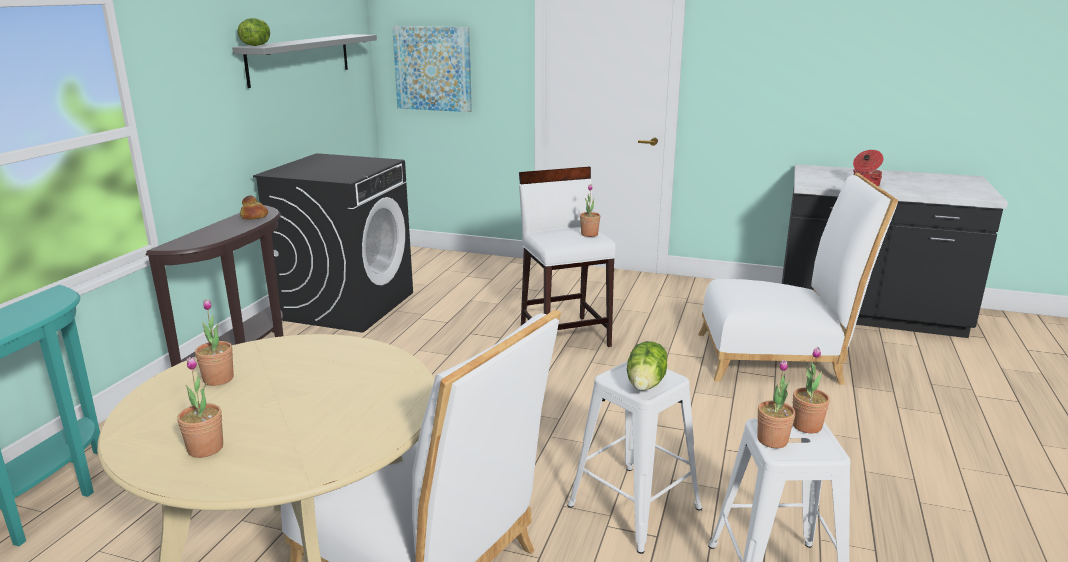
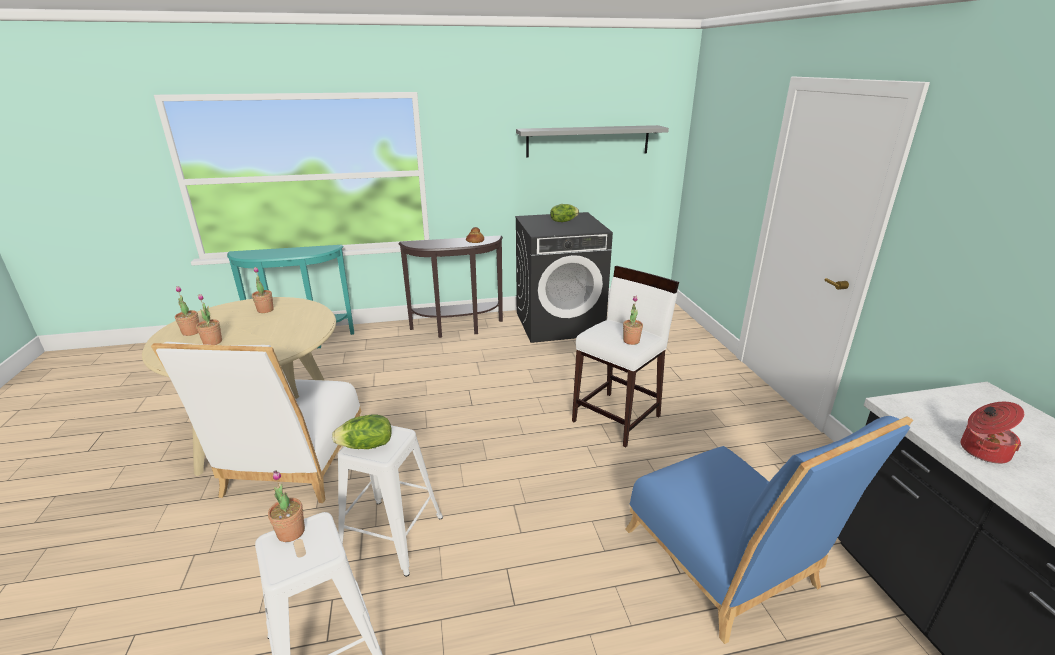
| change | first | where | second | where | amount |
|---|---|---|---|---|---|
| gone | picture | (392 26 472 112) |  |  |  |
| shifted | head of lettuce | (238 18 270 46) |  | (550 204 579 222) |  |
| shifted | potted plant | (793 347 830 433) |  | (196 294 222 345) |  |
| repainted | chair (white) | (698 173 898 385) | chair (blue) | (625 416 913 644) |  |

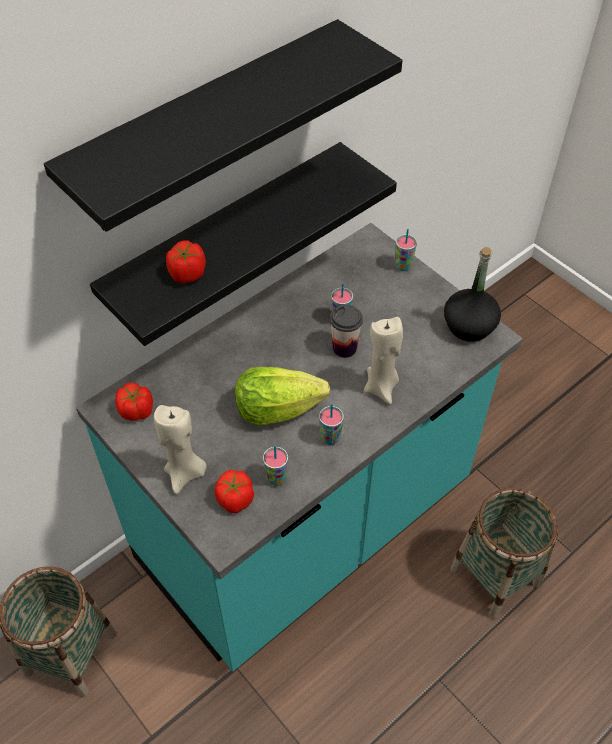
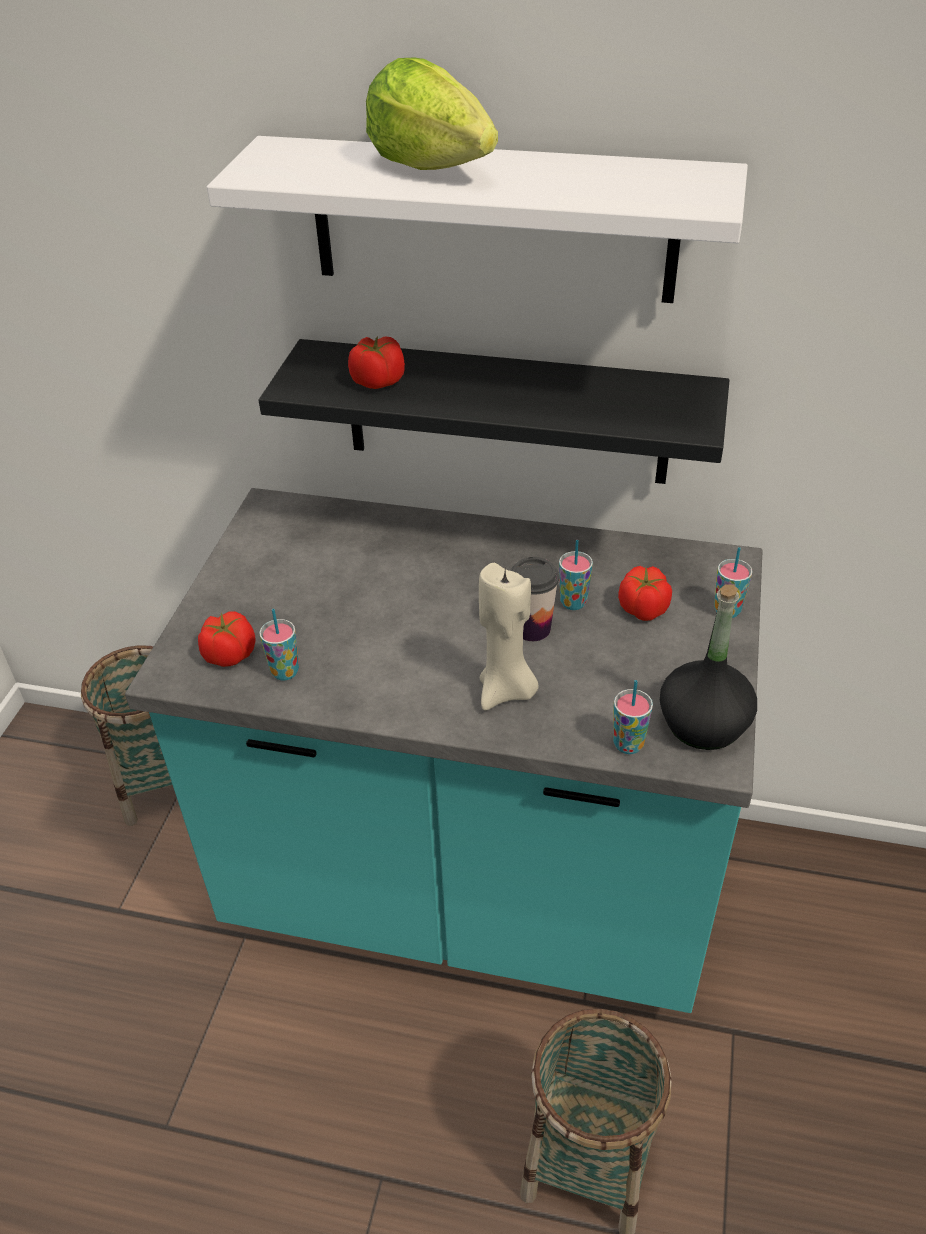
| change | first | where | second | where | amount |
|---|---|---|---|---|---|
| gone | wax candle (beige) | (154 405 207 494) |  |  |  |
| shifted | tomato | (115 383 153 421) |  | (618 566 672 621) |  |
| shifted | head of lettuce | (235 367 330 425) |  | (366 58 498 170) |  |
| shifted | cup | (319 404 344 445) |  | (613 680 653 754) |  |
| repainted | shelf (blackish) | (44 19 403 232) | shelf (white) | (207 136 748 303) |  |

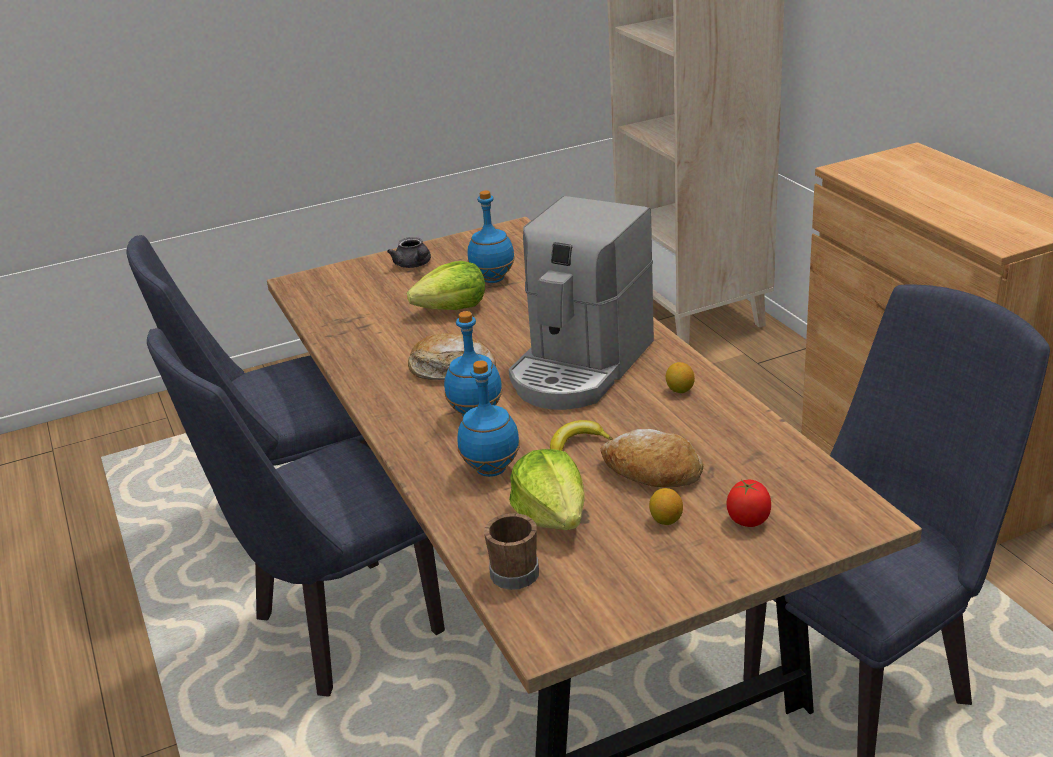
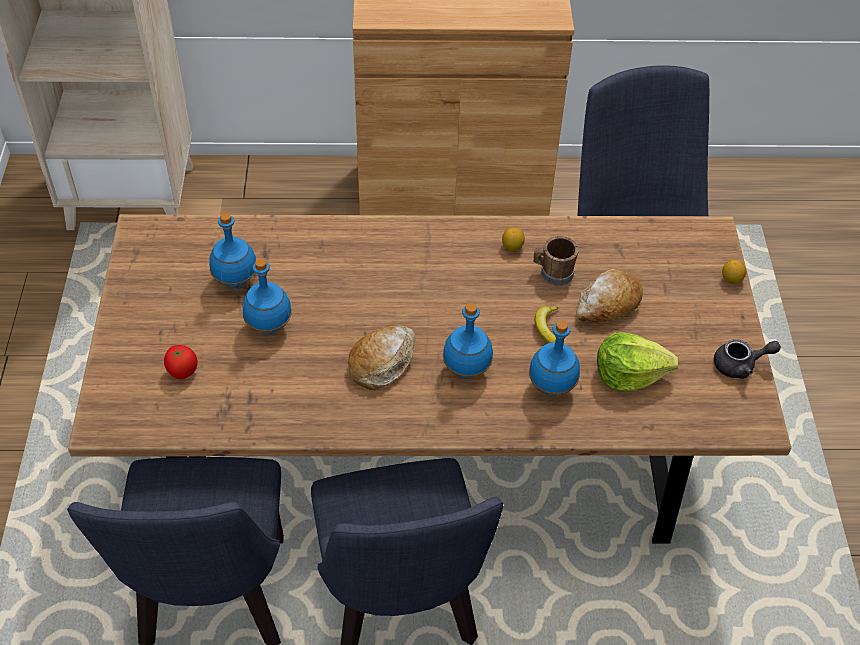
| change | first | where | second | where | amount |
|---|---|---|---|---|---|
| gone | coffee machine | (509 196 654 410) |  |  |  |
| shifted | teapot (greyish) | (387 237 431 268) |  | (714 339 781 379) |  |
| shifted | tea mug (brown) | (484 513 539 590) |  | (534 236 579 286) |  |
| shifted | citrus fruit | (649 488 683 525) |  | (722 260 747 284) |  |
| shifted | tomato | (726 480 771 527) |  | (164 345 198 379) |  |
| swapped | head of lettuce | (407 261 485 310) | drink bottle (blue) | (243 259 292 335) |  |

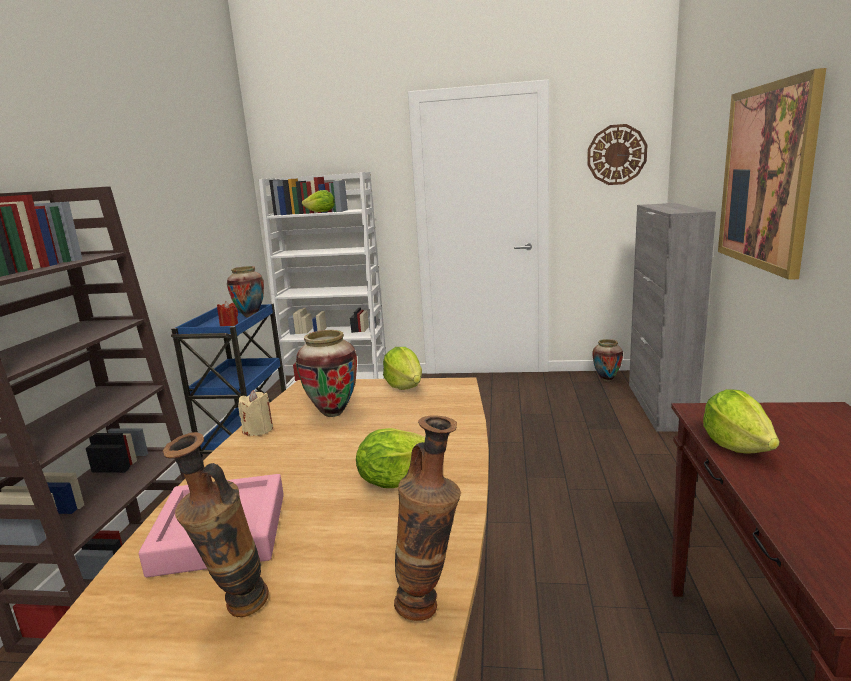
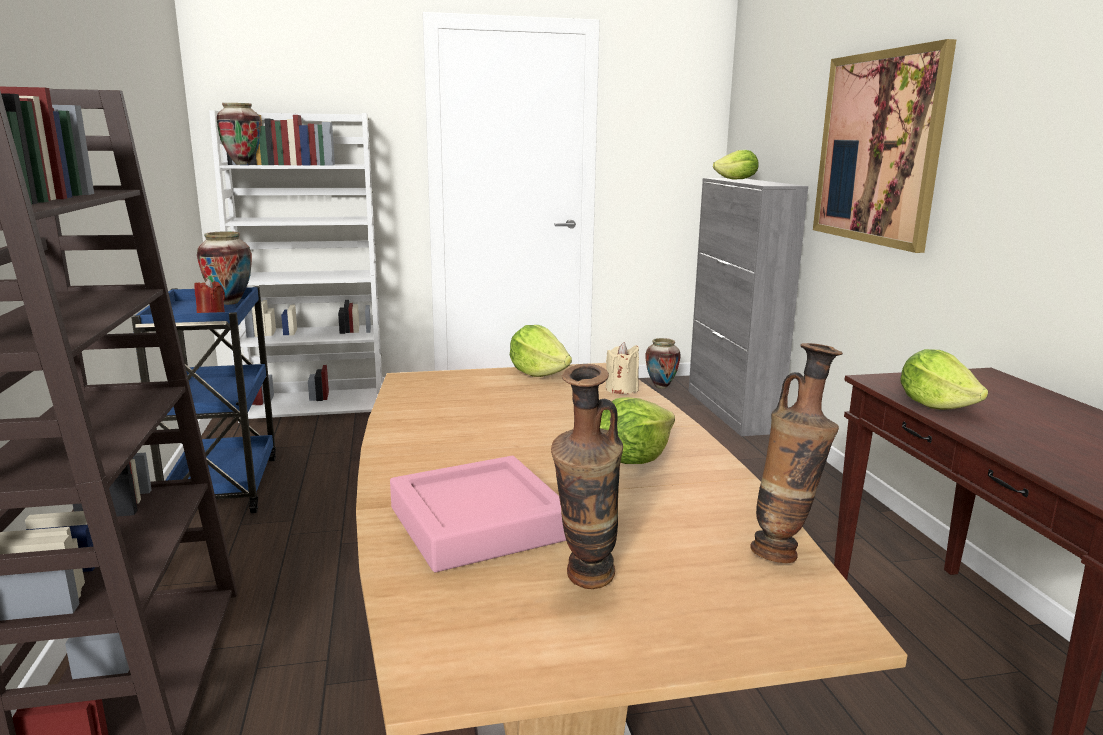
| change | first | where | second | where | amount |
|---|---|---|---|---|---|
| gone | clock on the wall | (587 124 647 185) |  |  |  |
| shifted | wax candle (beige) | (238 390 273 436) |  | (606 342 639 394) |  |
| shifted | flower vase | (296 330 357 417) |  | (217 103 261 165) |  |
| shifted | head of lettuce | (302 190 335 212) |  | (713 150 759 180) |  |

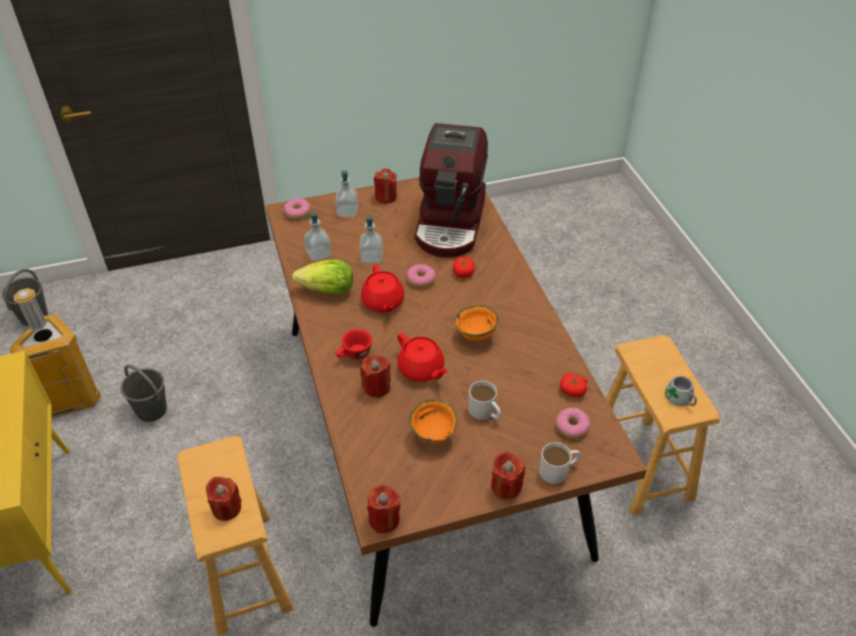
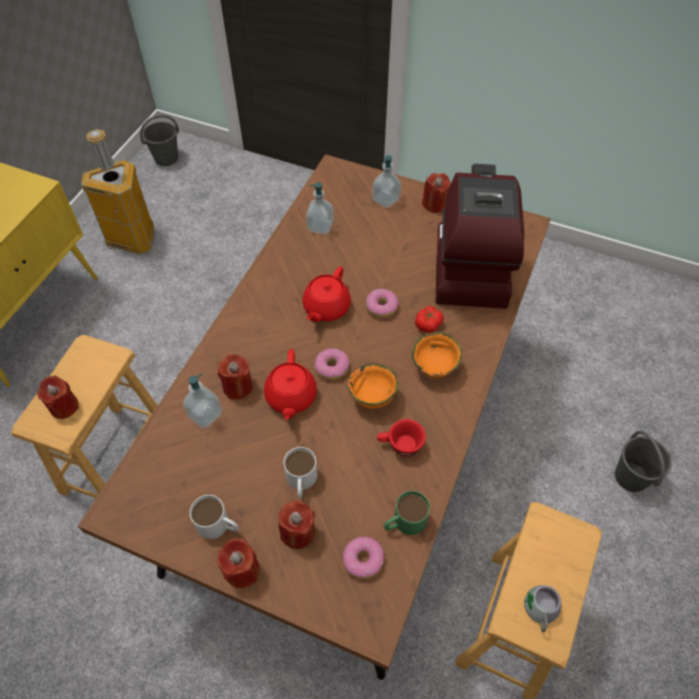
| change | first | where | second | where | amount |
|---|---|---|---|---|---|
| gone | head of lettuce | (292 259 353 295) |  |  |  |
| shifted | water bucket (greyish) | (120 365 167 422) |  | (615 430 671 492) |  |
| shifted | donut | (284 198 310 219) |  | (314 348 350 380) |  |
| shifted | cup (red) | (336 329 372 360) |  | (377 419 426 457) |  |
| shifted | soap dispenser | (360 214 383 263) |  | (183 373 222 428) |  |
| shifted | wax candle (red) | (367 485 400 533) |  | (279 501 315 549) |  |
| shifted | bowl (orangey) | (409 399 458 444) |  | (412 332 462 378) |  |
| shifted | tea mug (white) | (539 442 581 484) |  | (190 495 239 539) |  |
| swapped | tomato | (560 373 587 397) | tea mug (green-coloured) | (384 491 430 535) |  |
| rotated | coffee machine | (414 123 488 257) |  | (436 164 524 309) | 135 degrees clockwise |

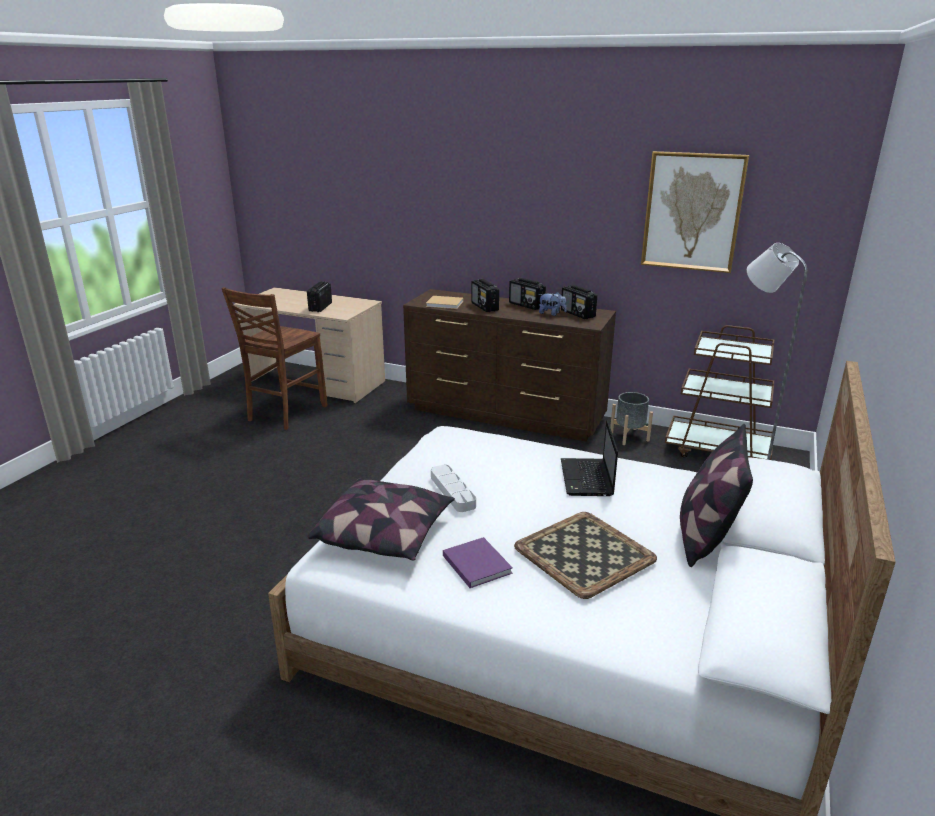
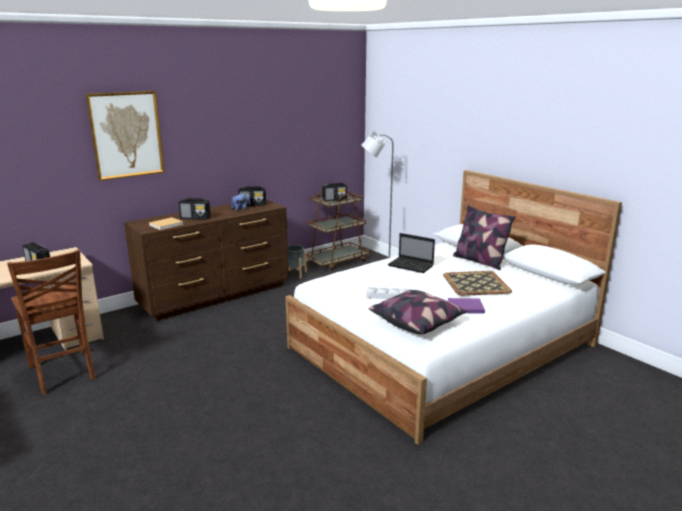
| change | first | where | second | where | amount |
|---|---|---|---|---|---|
| shifted | radio set | (509 278 546 310) |  | (322 183 347 201) |  |
| shifted | picture | (641 151 749 273) |  | (86 91 165 181) |  |

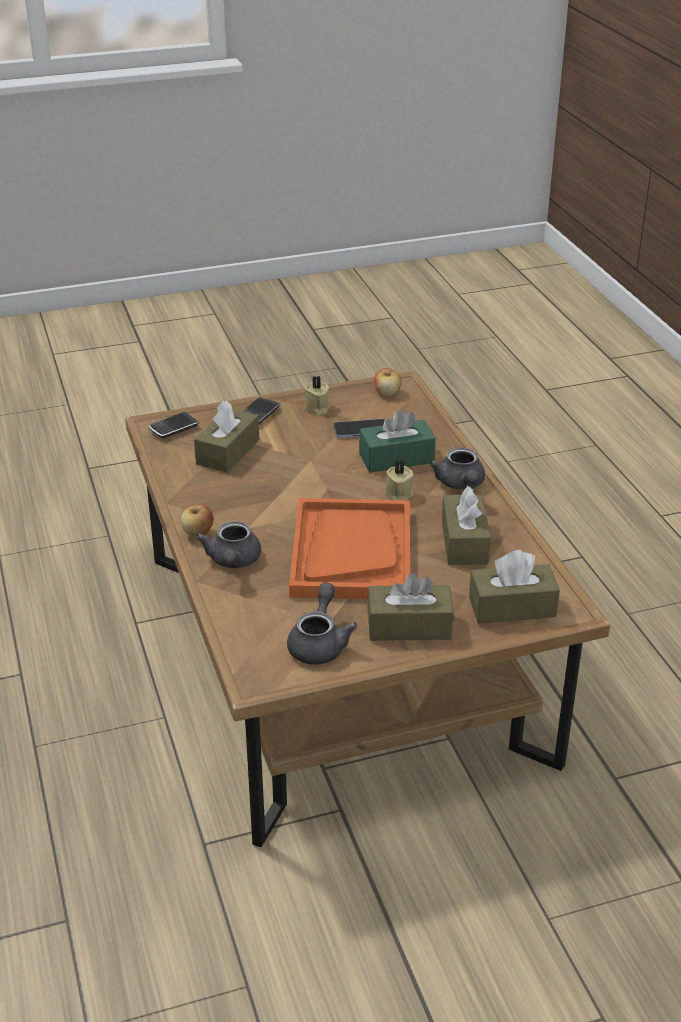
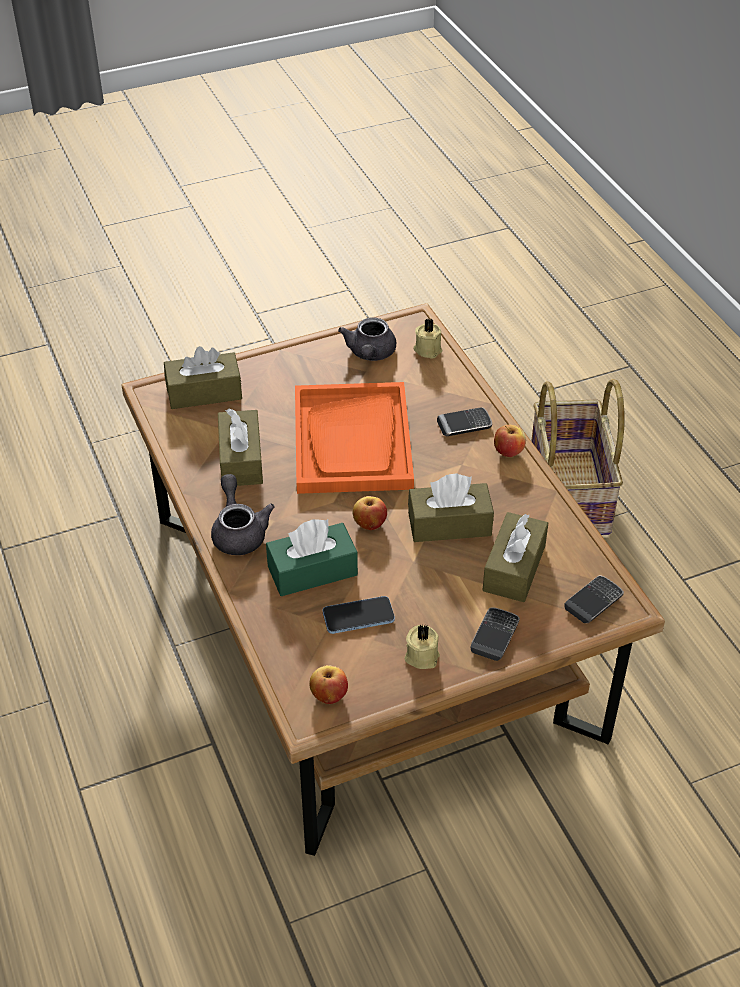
| change | first | where | second | where | amount |
|---|---|---|---|---|---|
| new |  |  | whole apple | (353 496 387 530) |  |
| new |  |  | basket | (531 379 625 535) |  |
| shifted | box of tissues (brown) | (367 573 454 641) |  | (408 473 494 542) |  |
| shifted | wax candle (beige) | (384 461 414 500) |  | (413 319 442 359) |  |
| swapped | teapot (greyish) | (196 521 261 568) | telephone | (437 407 492 436) |  |

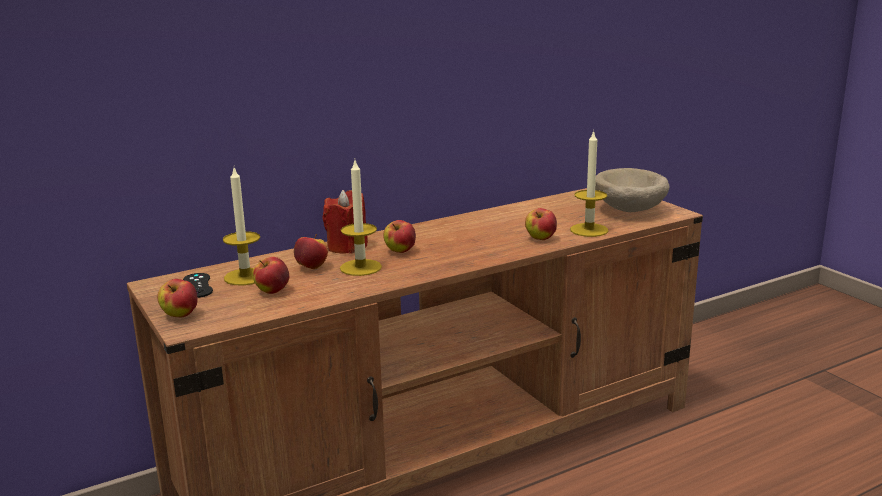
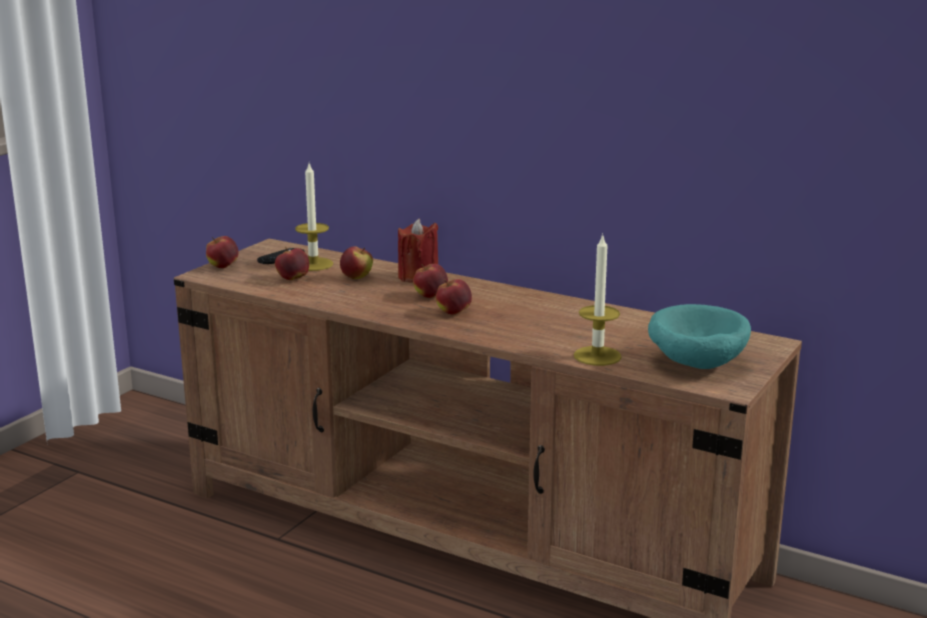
| change | first | where | second | where | amount |
|---|---|---|---|---|---|
| gone | wax candle | (340 161 382 276) |  |  |  |
| shifted | whole apple | (525 208 557 240) |  | (436 279 472 315) |  |
| repainted | bowl (beige) | (595 168 669 212) | bowl (turquoise-coloured) | (648 304 751 369) |  |

